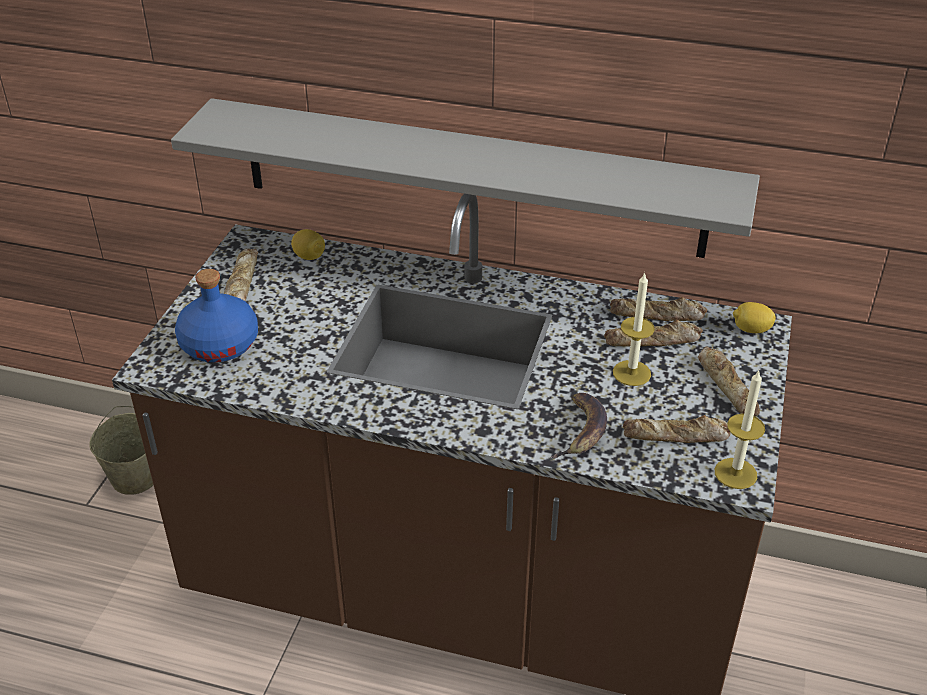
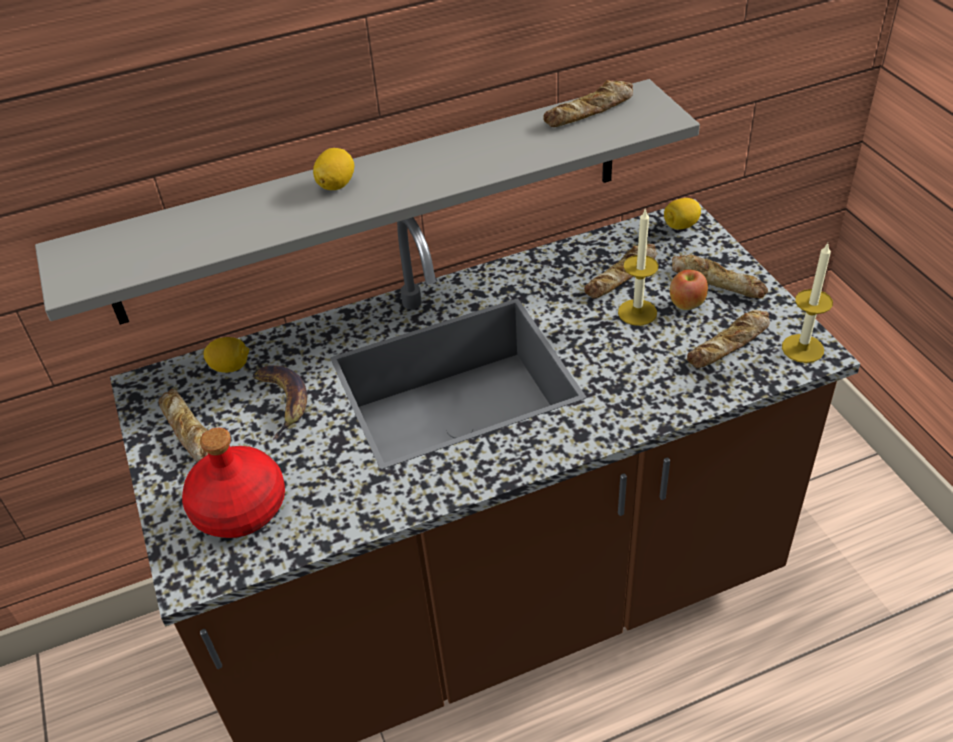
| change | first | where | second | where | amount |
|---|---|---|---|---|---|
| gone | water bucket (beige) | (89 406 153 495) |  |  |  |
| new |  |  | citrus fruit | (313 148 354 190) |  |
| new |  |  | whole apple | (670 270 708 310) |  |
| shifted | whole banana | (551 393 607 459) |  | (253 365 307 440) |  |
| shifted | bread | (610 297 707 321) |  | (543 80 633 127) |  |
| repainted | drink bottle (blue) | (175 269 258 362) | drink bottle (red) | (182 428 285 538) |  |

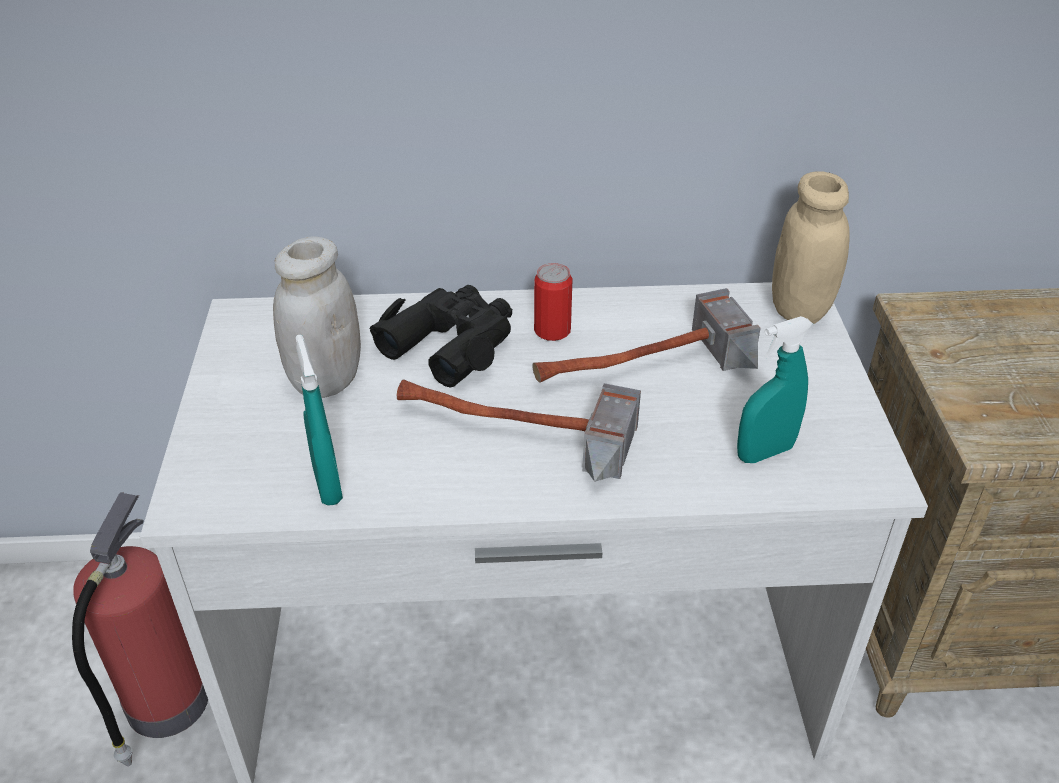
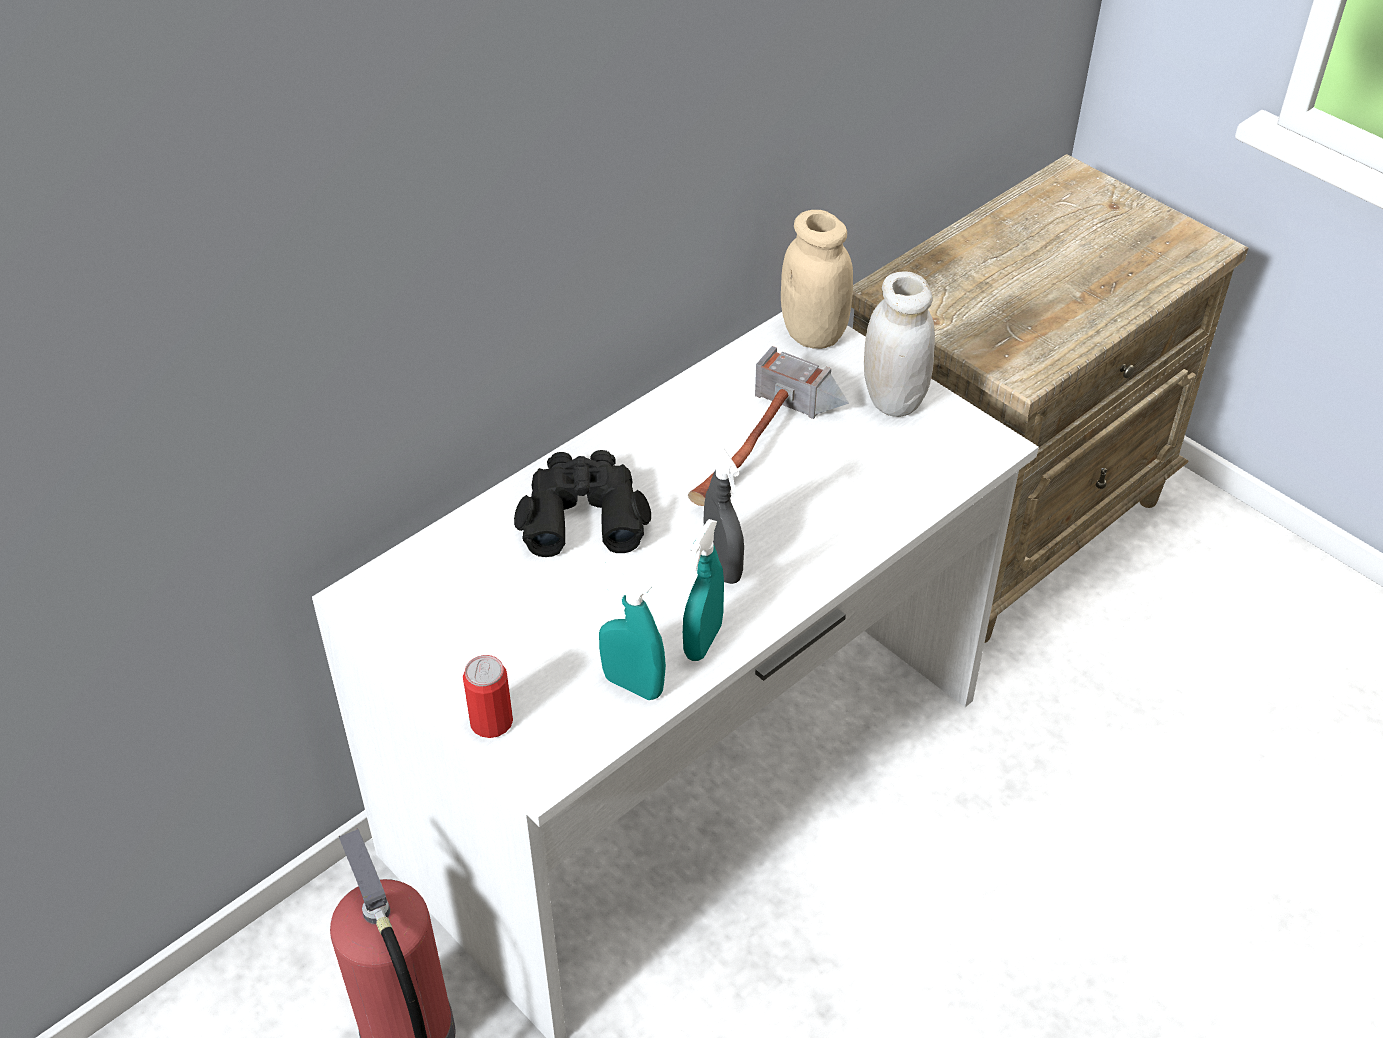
| change | first | where | second | where | amount |
|---|---|---|---|---|---|
| shifted | jar (white) | (273 236 361 398) |  | (864 272 935 417) |  |
| shifted | can | (534 263 573 341) |  | (463 655 513 738) |  |
| shifted | hand sprayer (turquoise-coloured) | (737 316 813 463) |  | (683 519 724 661) |  |
| swapped | tool hammer | (397 379 641 482) | hand sprayer (greyish) | (704 445 744 584) |  |

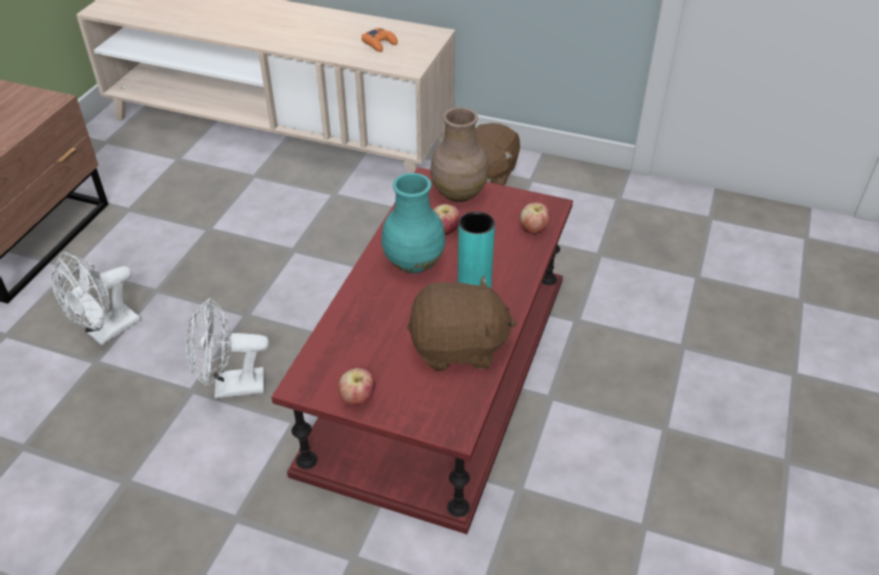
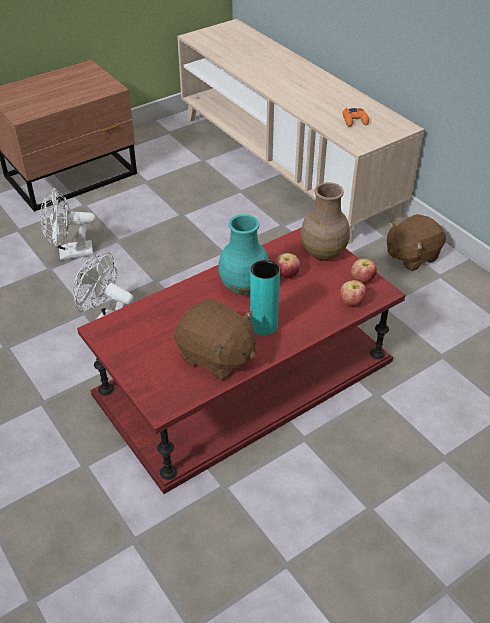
| change | first | where | second | where | amount |
|---|---|---|---|---|---|
| shifted | whole apple | (338 368 375 406) |  | (351 259 377 284) |  |

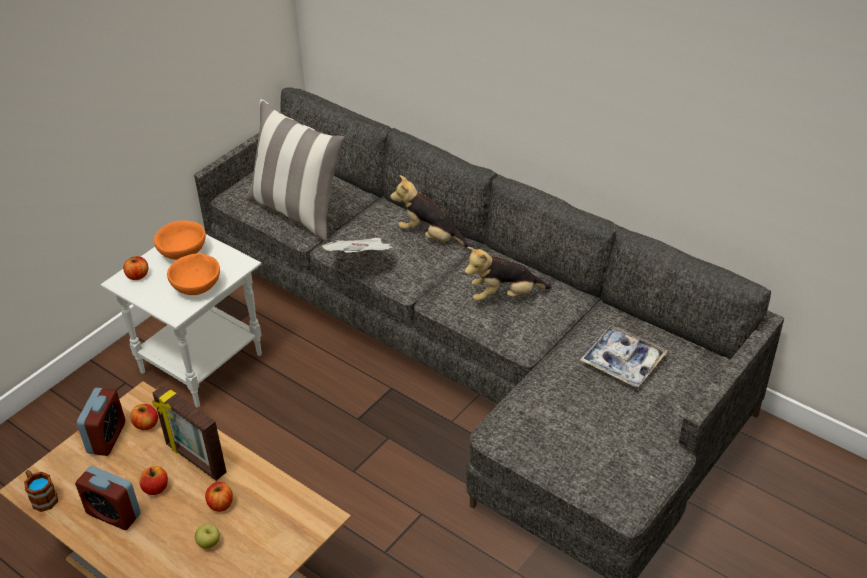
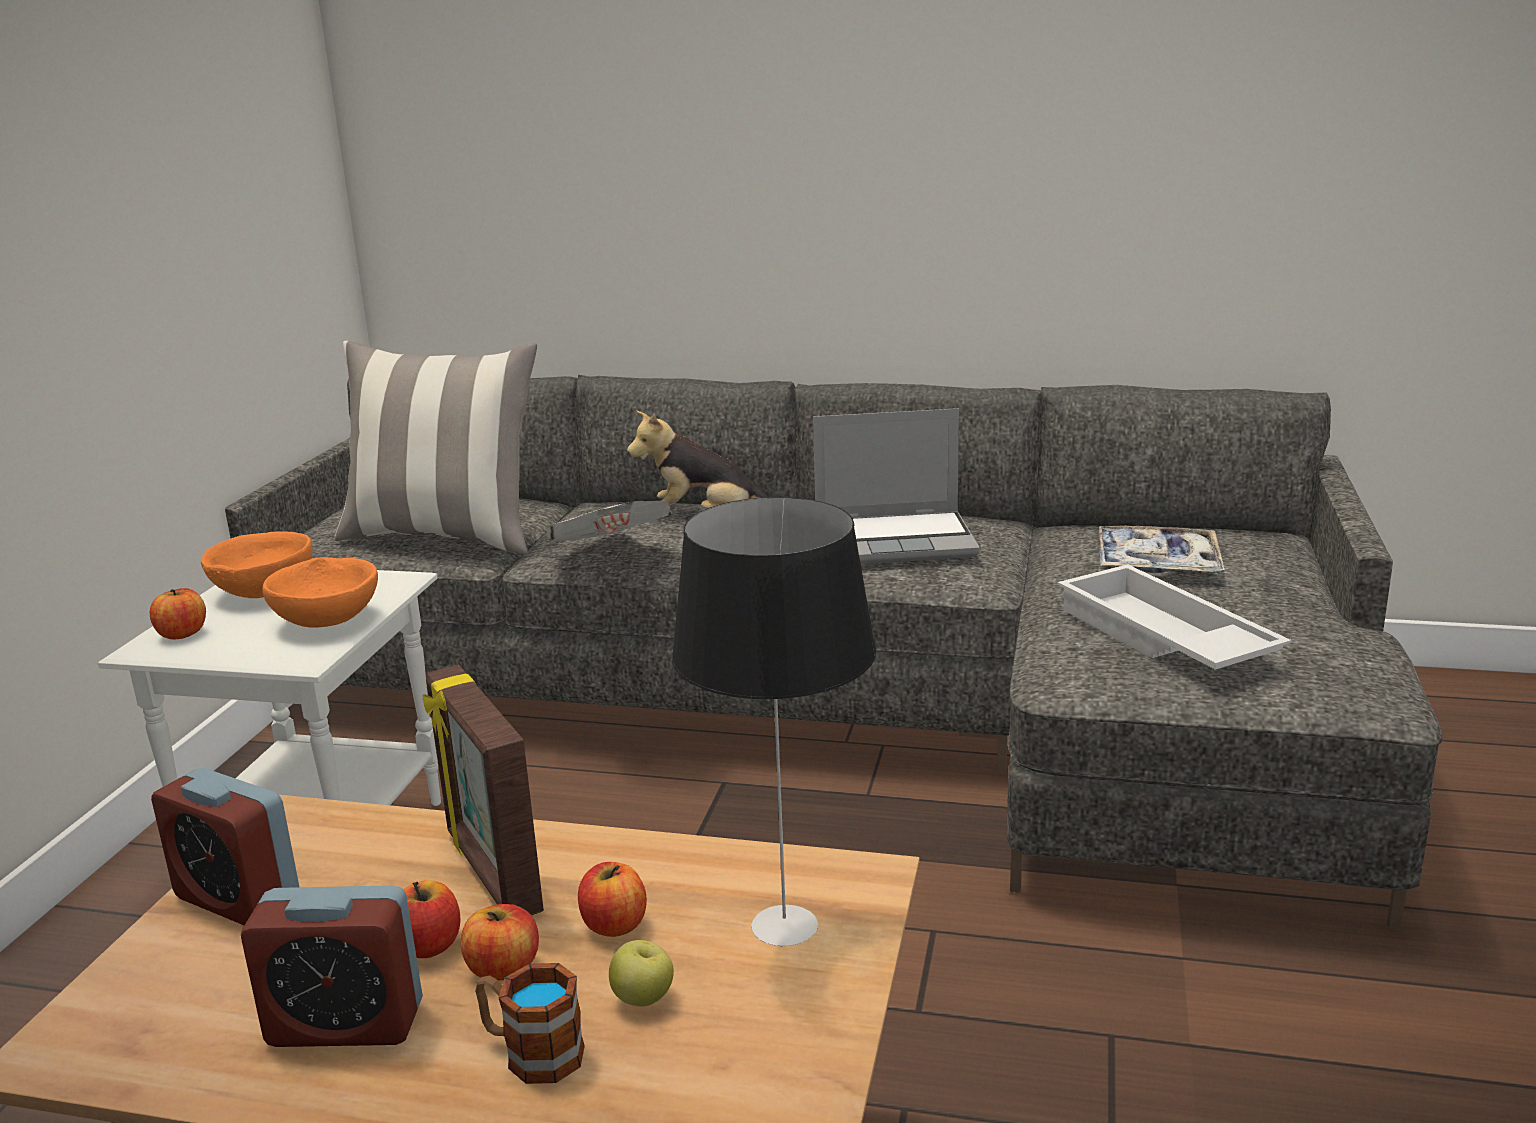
| change | first | where | second | where | amount |
|---|---|---|---|---|---|
| new |  |  | table lamp | (672 497 876 947) |  |
| new |  |  | tray (white) | (1058 564 1291 670) |  |
| shifted | tea mug | (24 470 58 512) |  | (475 963 585 1084) |  |
| shifted | whole apple | (130 404 158 430) |  | (461 904 539 981) |  |
| swapped | soft toy | (464 247 552 301) | notebook computer | (813 408 980 564) |  |
| rotated | table clock | (77 388 125 456) |  | (151 768 299 925) | 135 degrees clockwise |
| rotated | standing frame | (152 385 227 481) |  | (422 665 544 915) | 45 degrees clockwise |

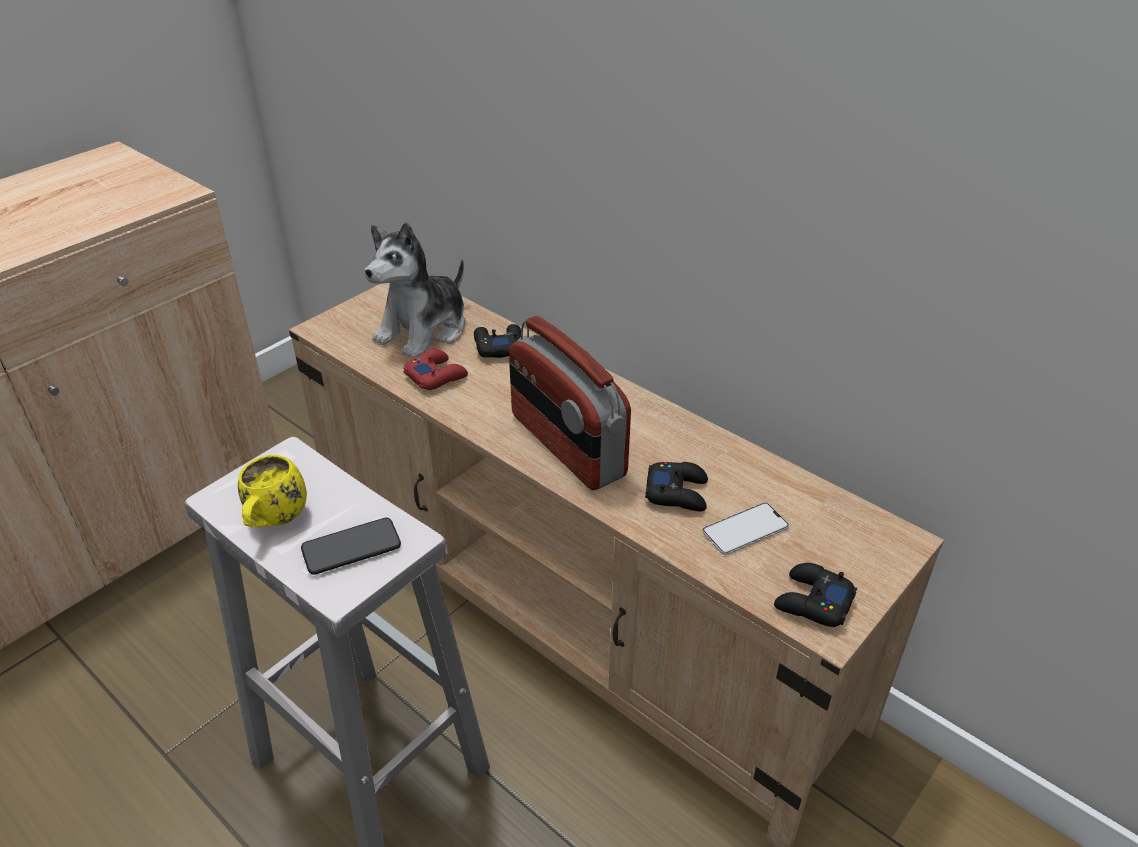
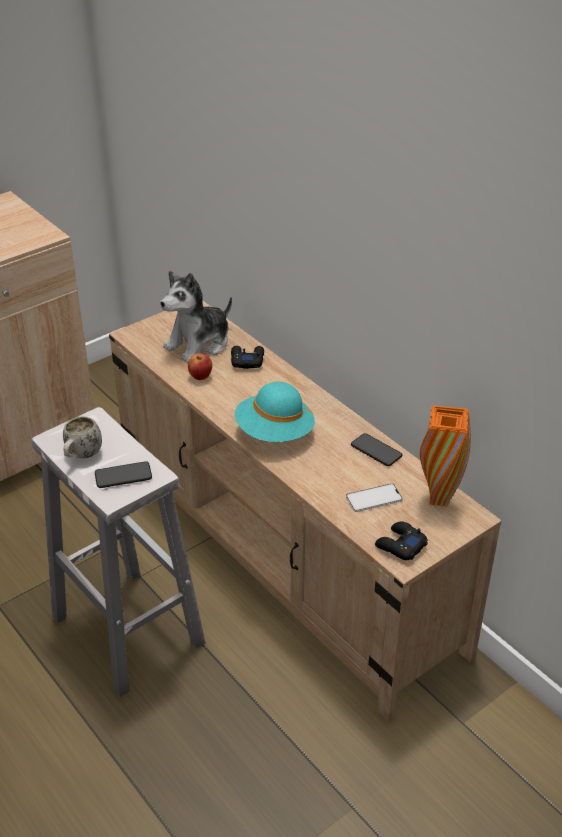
| change | first | where | second | where | amount |
|---|---|---|---|---|---|
| gone | gamepad (blackish) | (645 462 708 511) |  |  |  |
| new |  |  | telephone | (351 433 402 466) |  |
| new |  |  | flower vase (orangey) | (420 405 471 506) |  |
| swapped | gamepad (red) | (403 349 468 390) | whole apple | (188 353 212 380) |  |
| swapped | radio set | (509 316 631 490) | clothing hat (turquoise-coloured) | (235 382 315 442) |  |
| repainted | tea mug (yellow-coloured) | (238 455 307 528) | tea mug (white) | (63 416 102 458) |  |

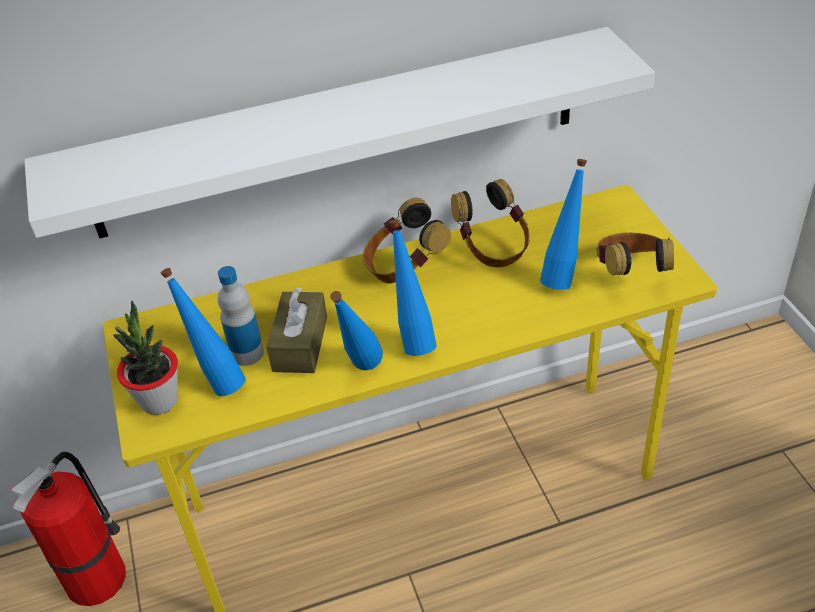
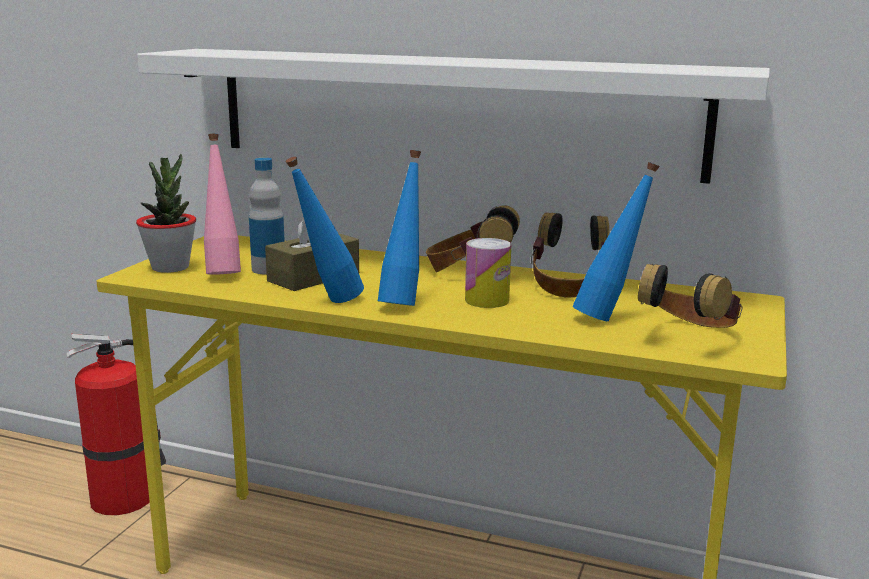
| change | first | where | second | where | amount |
|---|---|---|---|---|---|
| new |  |  | can | (465 238 511 308) |  |
| repainted | drink bottle (blue) | (161 268 246 396) | drink bottle (pink) | (204 134 241 275) |  |

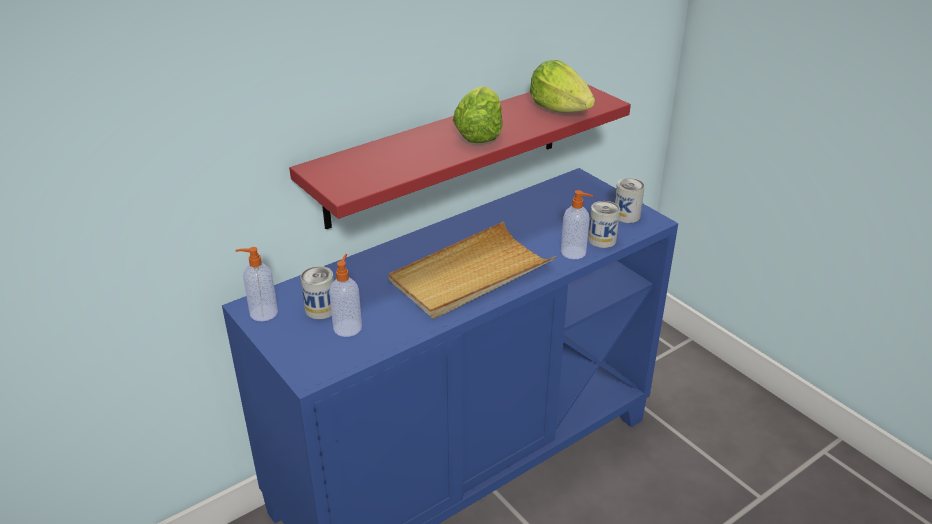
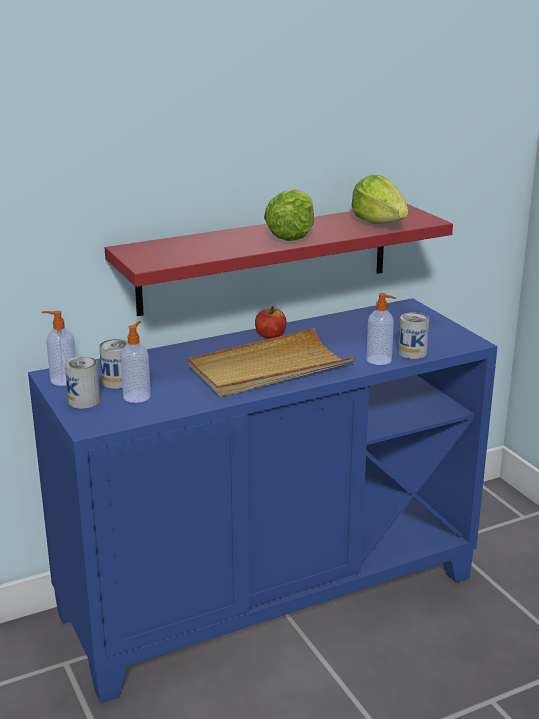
| change | first | where | second | where | amount |
|---|---|---|---|---|---|
| new |  |  | whole apple | (255 306 287 339) |  |
| shifted | can | (615 178 645 223) |  | (65 356 100 409) |  |

